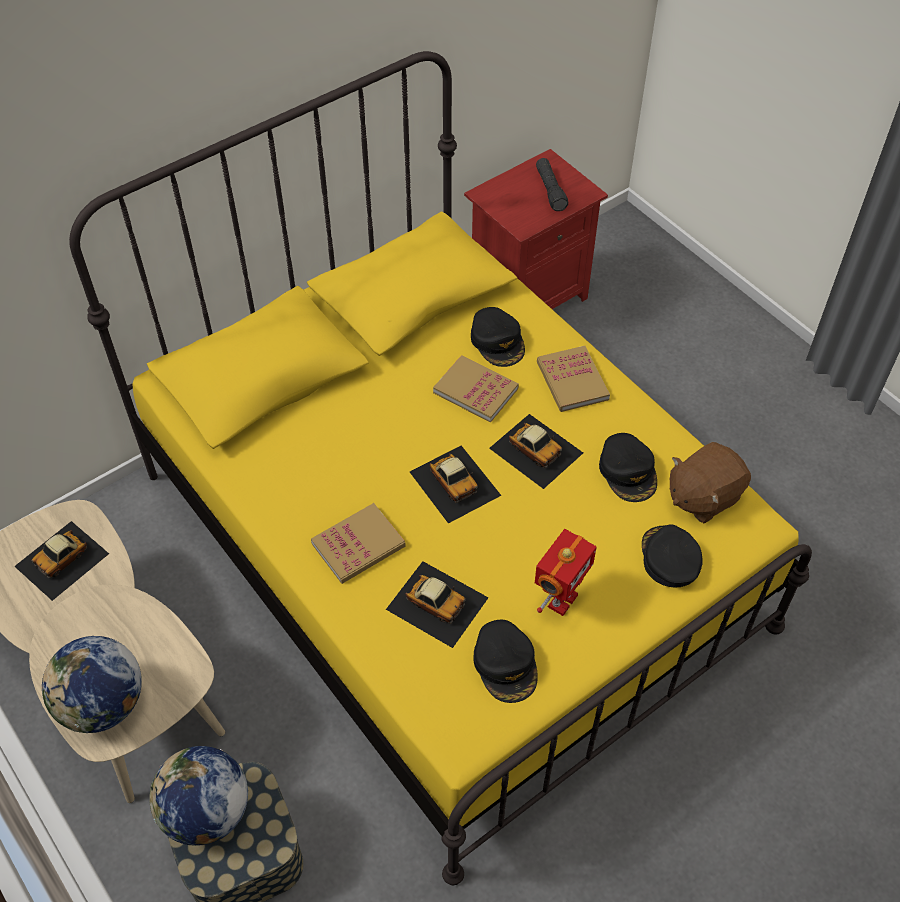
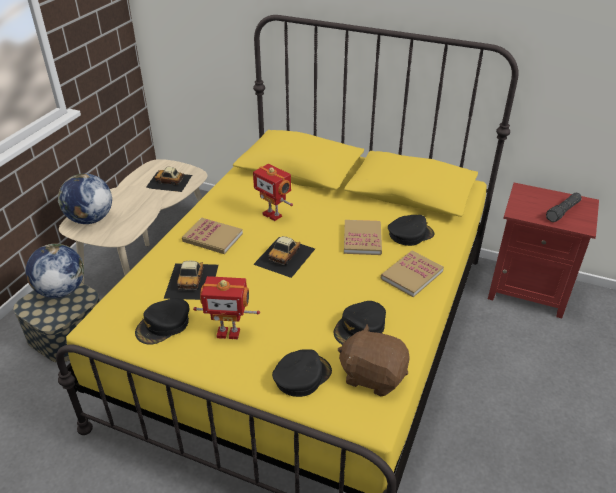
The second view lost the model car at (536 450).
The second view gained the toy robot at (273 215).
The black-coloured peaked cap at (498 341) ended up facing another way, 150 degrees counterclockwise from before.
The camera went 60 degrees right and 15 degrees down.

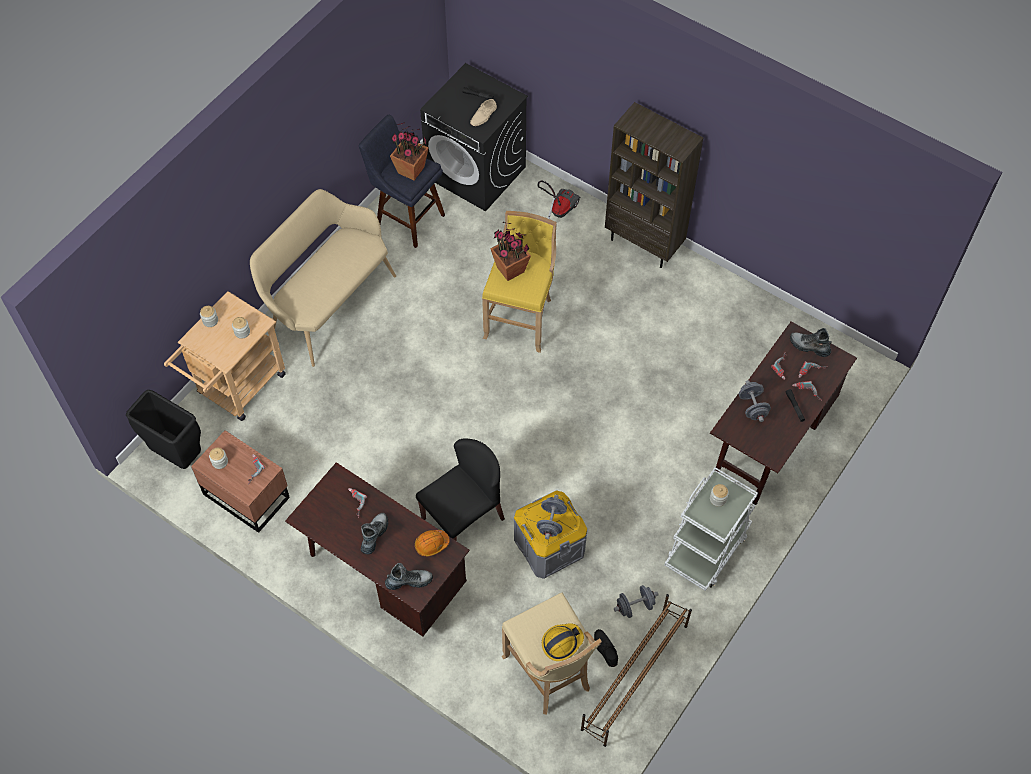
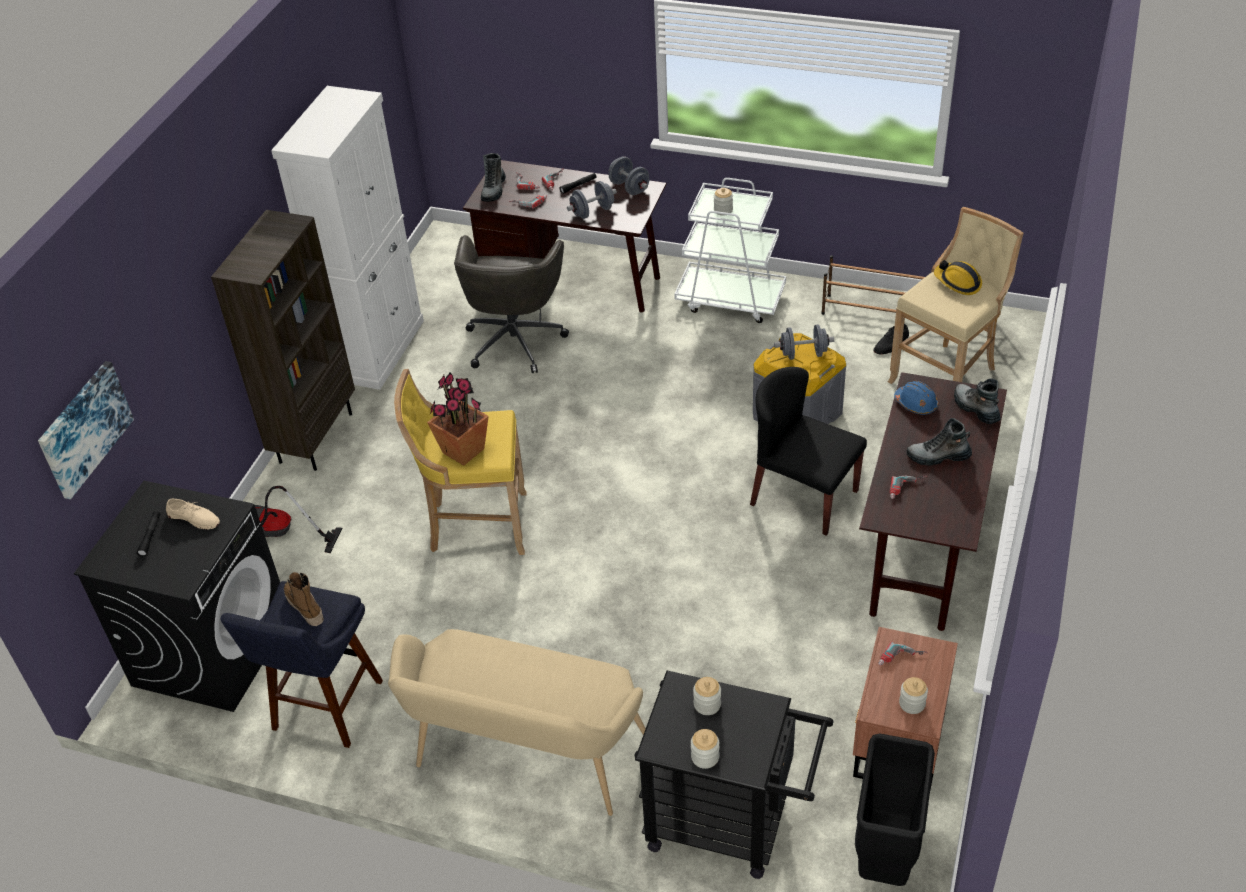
The second view gained the picture at (84 428).
The second view gained the white-coloured cupboard at (378 349).
The second view gained the greyish desk chair at (515 339).
The greyish dumbbell ended up elsewhere, having gone from (635 606) to (629 188).
Where the plant in a pot stood at (411 170), the high-top boot came to stand at (304 607).
What was the beige-coloured cart at (236 389) turned into the black-coloured cart at (730 824).
What was the orangey work helmet at (431 544) turned into the bluish work helmet at (916 404).
The camera went 105 degrees left and 15 degrees down.

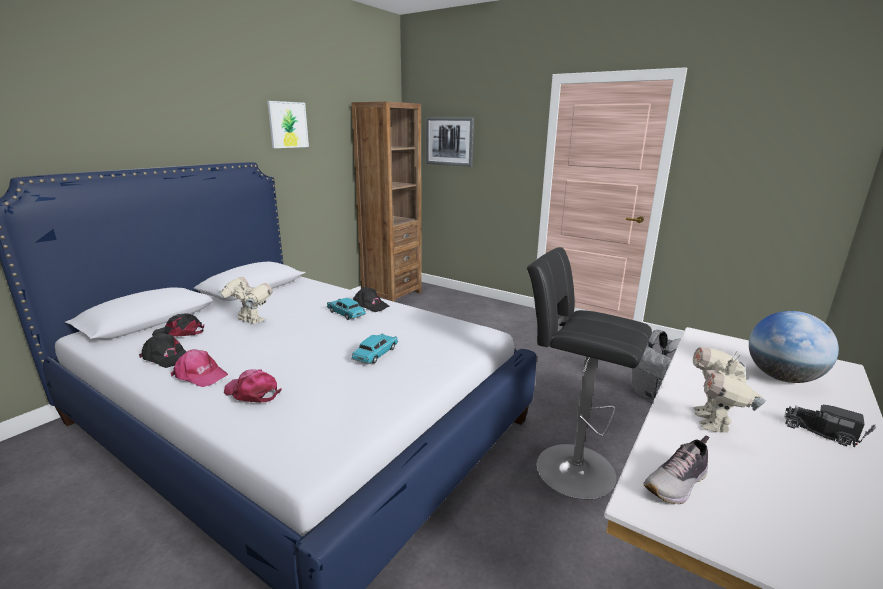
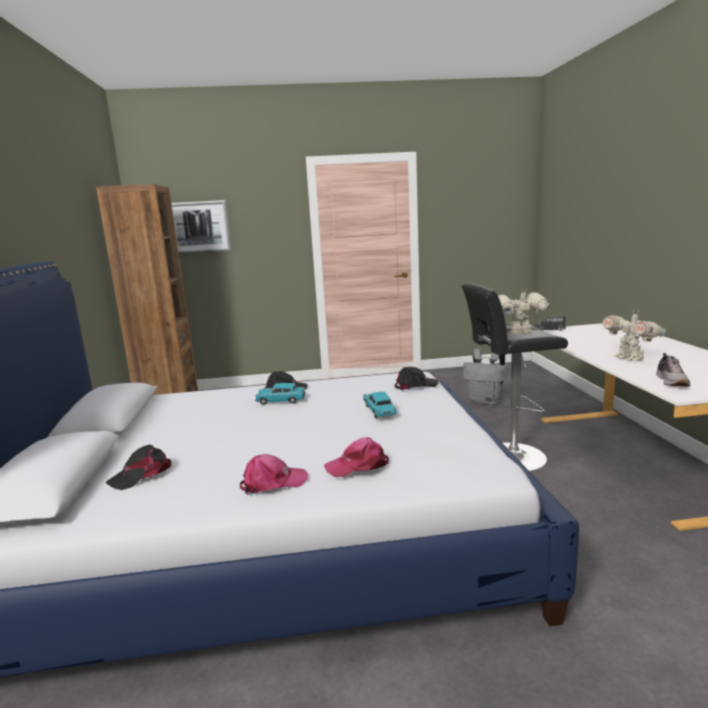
The second view lost the picture at (288 125).
The second view lost the world globe at (782 377).
The black-coloured peaked cap ended up elsewhere, having gone from (166 357) to (415 385).
The toy robot ended up elsewhere, having gone from (250 321) to (520 334).
The toy truck ended up elsewhere, having gone from (823 432) to (551 329).
The camera went 40 degrees left and 5 degrees down.

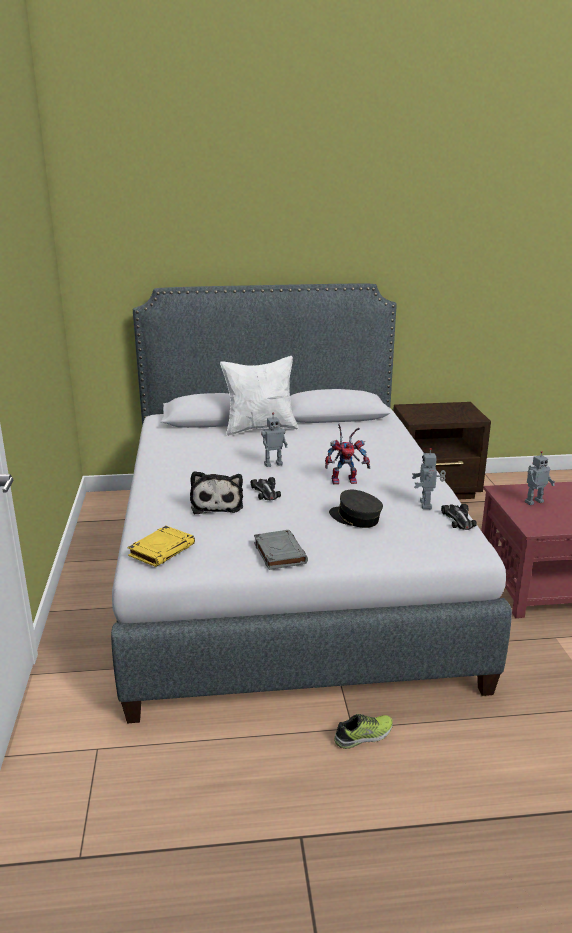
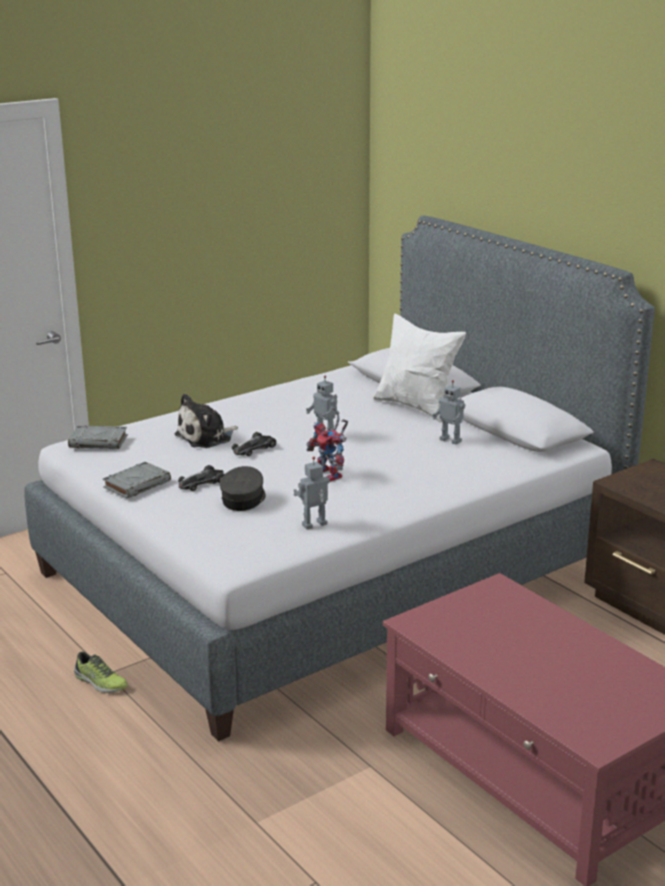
The model car ended up elsewhere, having gone from (458 519) to (202 482).
The toy robot ended up elsewhere, having gone from (533 501) to (451 440).
What was the yellowish volume at (162 550) turned into the greyish volume at (99 441).
The camera went 60 degrees right and 0 degrees up.

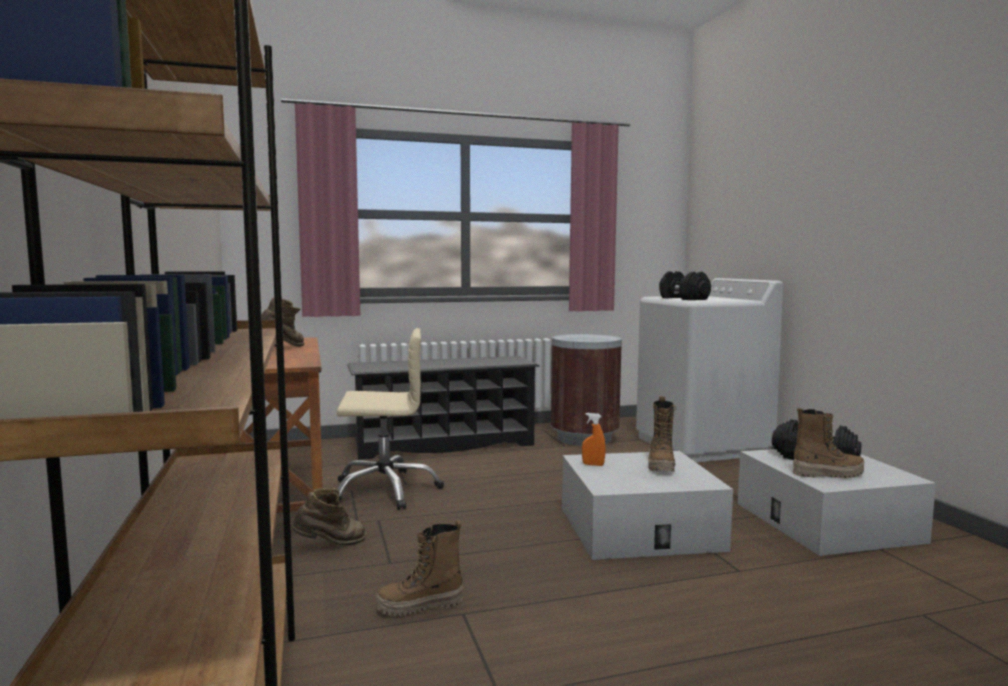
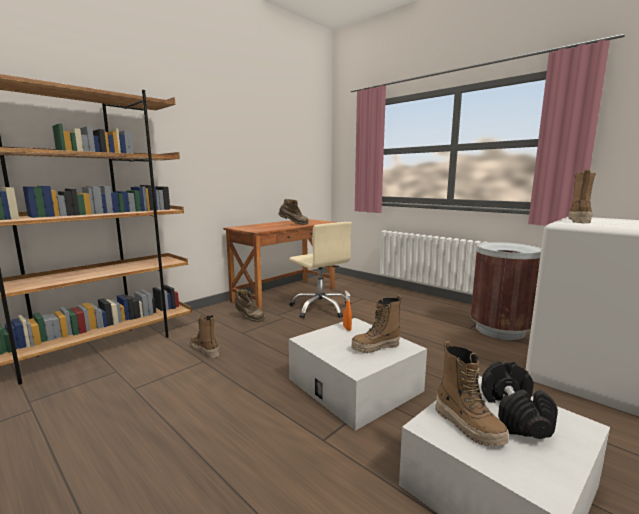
The second view lost the black-coloured shoe stand at (443 444).
Where the black-coloured dumbbell stood at (683 299), the high-top boot came to stand at (578 220).
The camera went 60 degrees right and 5 degrees up.

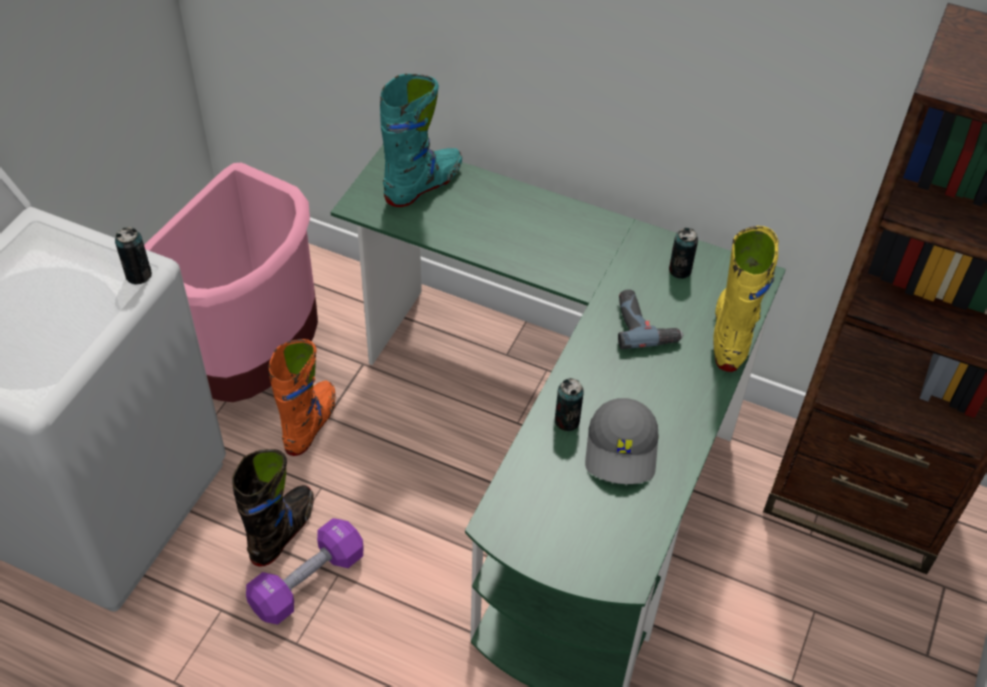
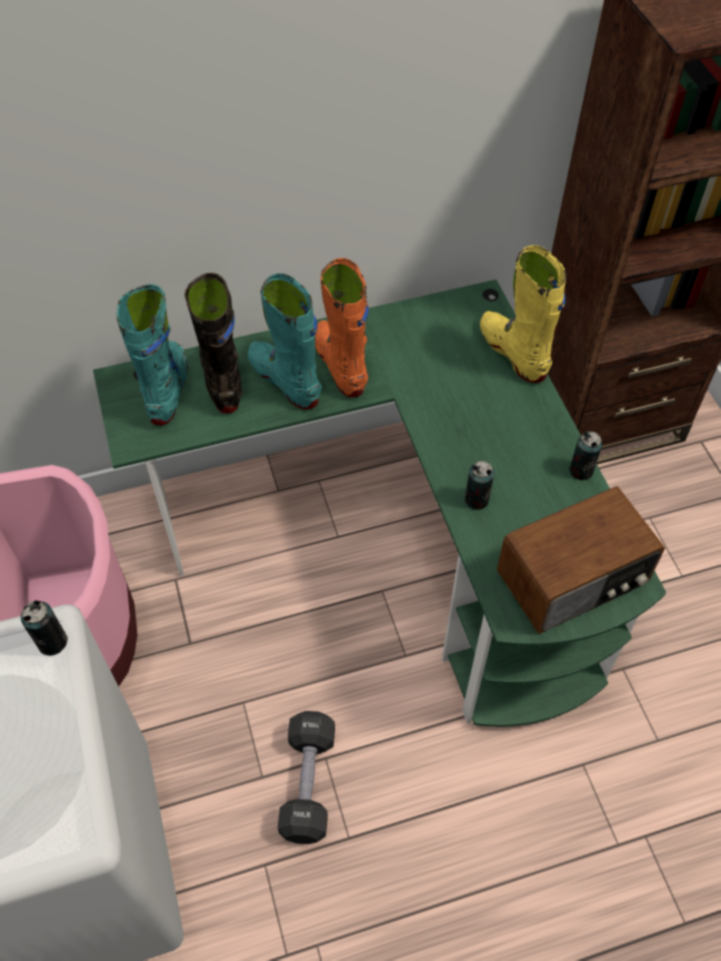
The second view lost the greyish peaked cap at (623 450).
The second view lost the power drill at (644 324).
The second view gained the blue-green high-top boot at (285 381).
The second view gained the radio set at (573 579).
The black-coloured high-top boot ended up elsewhere, having gone from (283 531) to (222 379).
The orangey high-top boot ended up elsewhere, having gone from (310 424) to (340 365).
The metal can ended up elsewhere, having gone from (680 270) to (581 471).
What was the purple dumbbell at (307 581) turned into the black-coloured dumbbell at (308 783).
The camera went 40 degrees left and 5 degrees up.

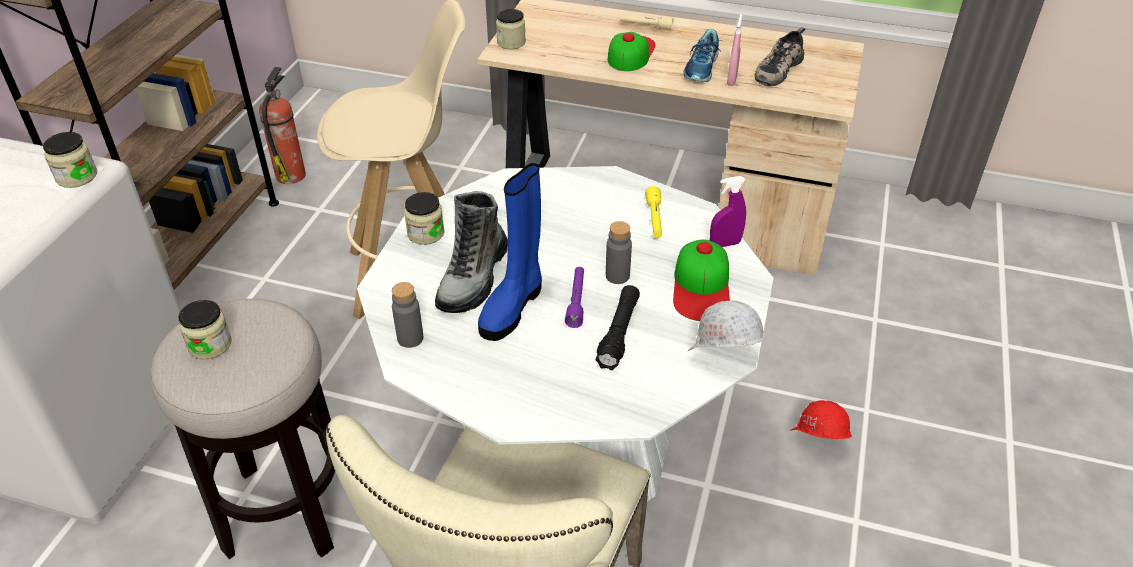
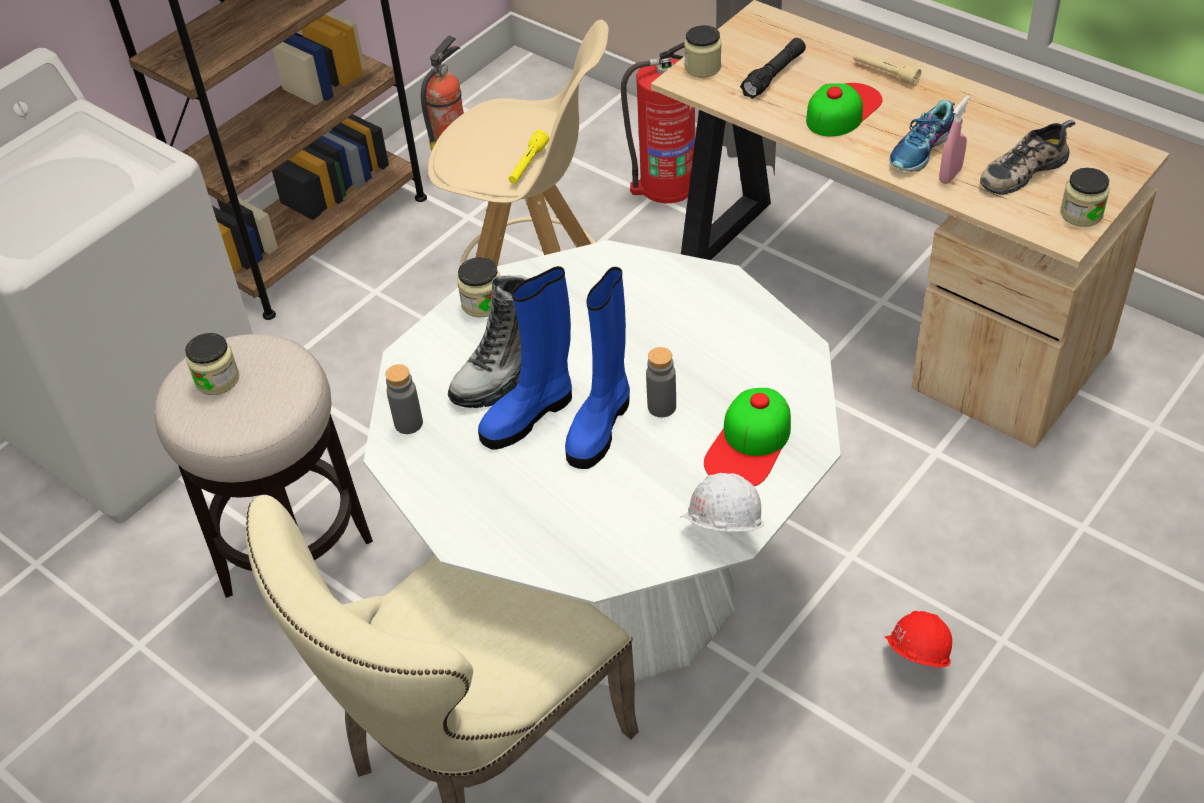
The second view lost the purple sprayer at (725 244).
The second view gained the fire-fighting cylinder at (666 185).
The jar ended up elsewhere, having gone from (76 176) to (1081 214).
The black-coloured hand torch ended up elsewhere, having gone from (619 333) to (774 75).
The yellowish hand torch ended up elsewhere, having gone from (654 219) to (528 165).
Where the purple hand torch stood at (576 301), the bluish high-top boot came to stand at (600 426).
The camera went 25 degrees right and 5 degrees up.

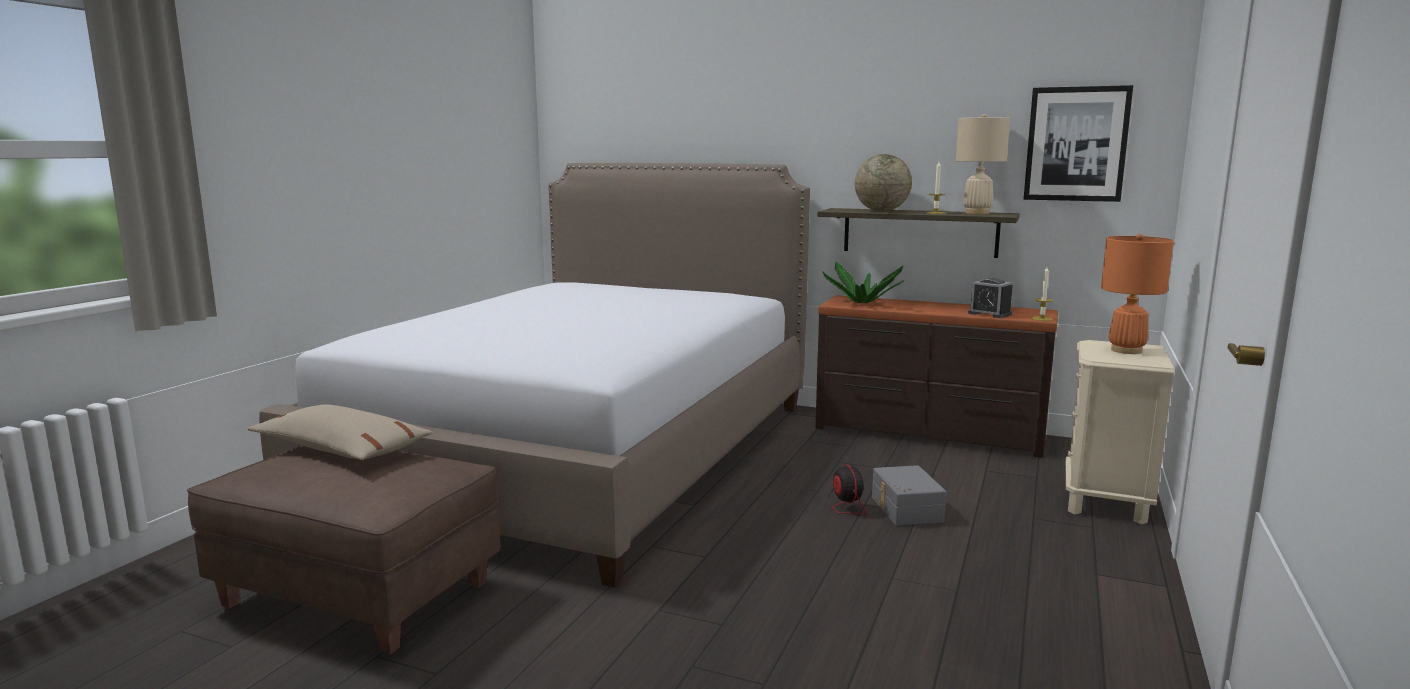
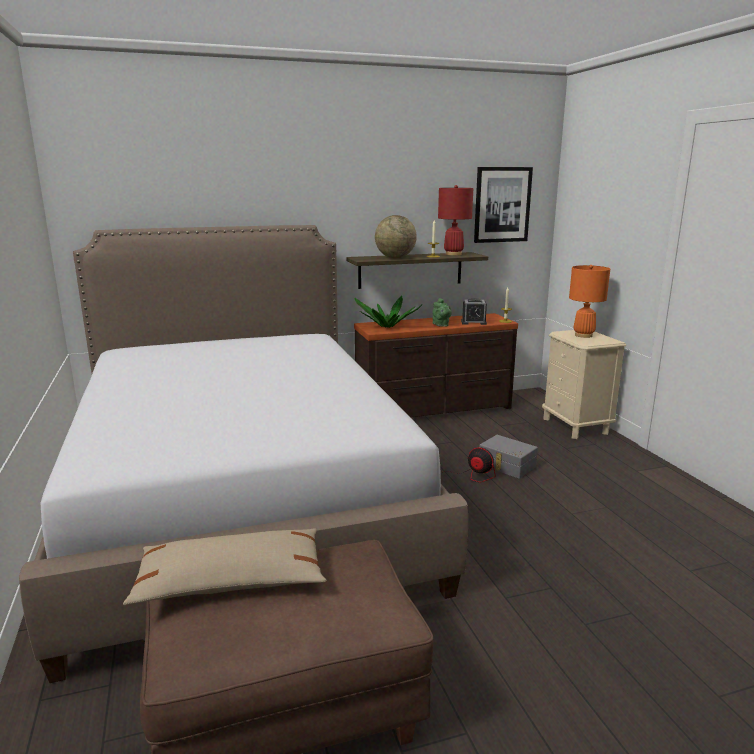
The second view gained the green pot for tea at (441 325).
What was the beige-coloured table lamp at (977 213) turned into the red table lamp at (453 254).
The camera went 40 degrees left and 5 degrees up.

